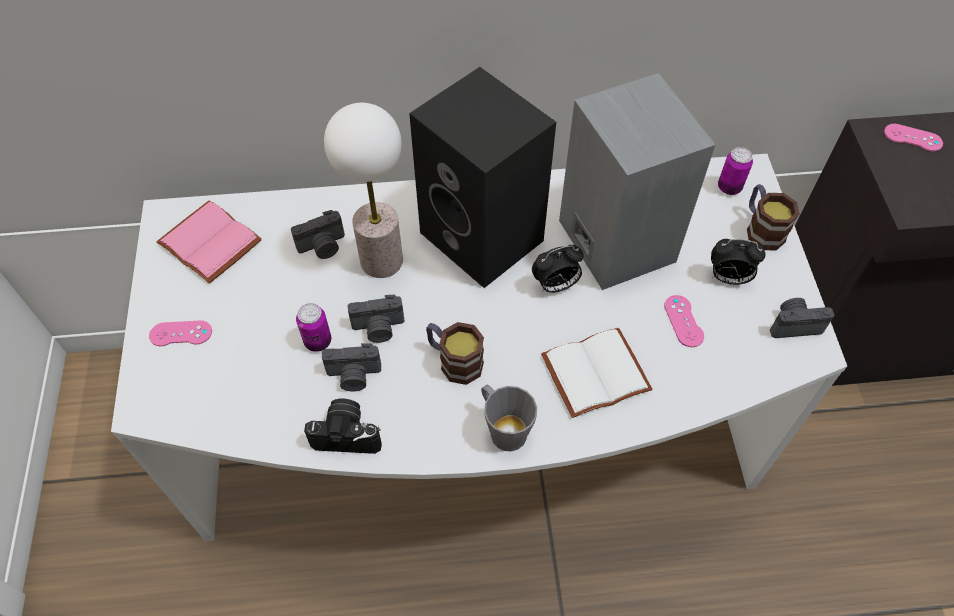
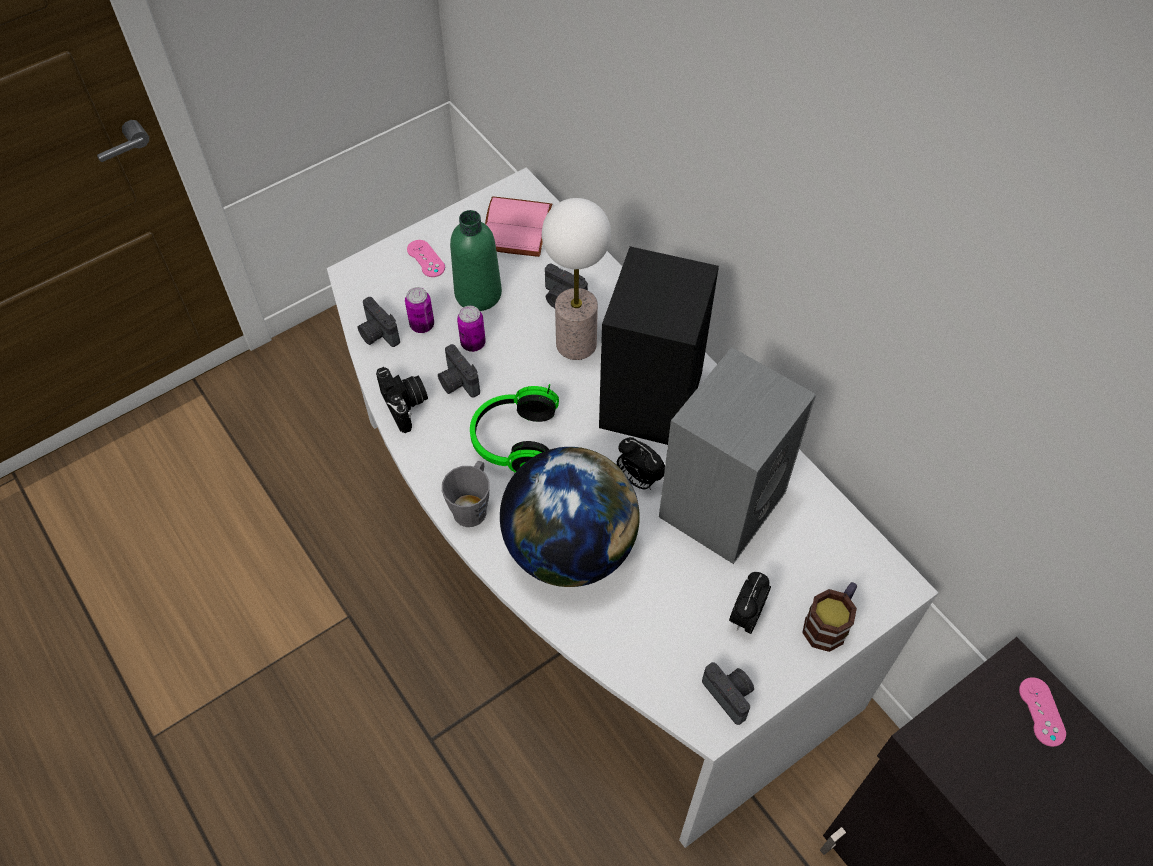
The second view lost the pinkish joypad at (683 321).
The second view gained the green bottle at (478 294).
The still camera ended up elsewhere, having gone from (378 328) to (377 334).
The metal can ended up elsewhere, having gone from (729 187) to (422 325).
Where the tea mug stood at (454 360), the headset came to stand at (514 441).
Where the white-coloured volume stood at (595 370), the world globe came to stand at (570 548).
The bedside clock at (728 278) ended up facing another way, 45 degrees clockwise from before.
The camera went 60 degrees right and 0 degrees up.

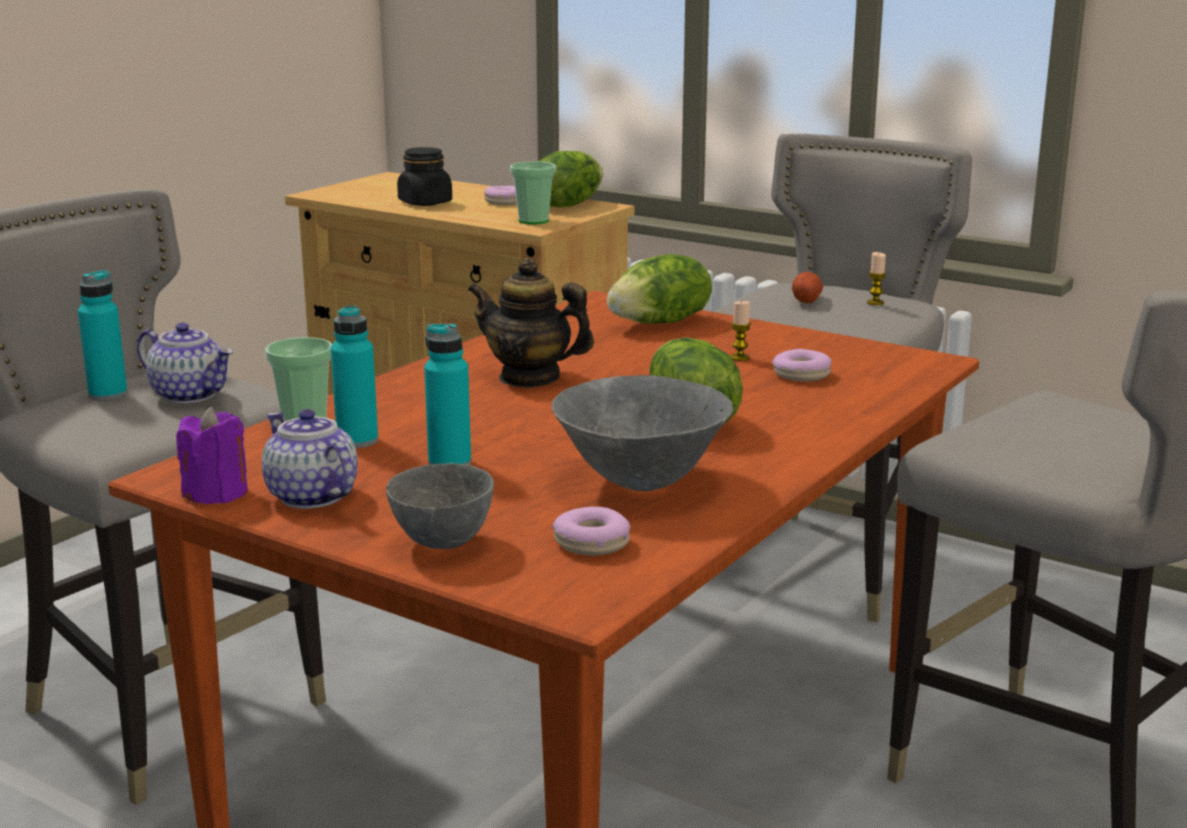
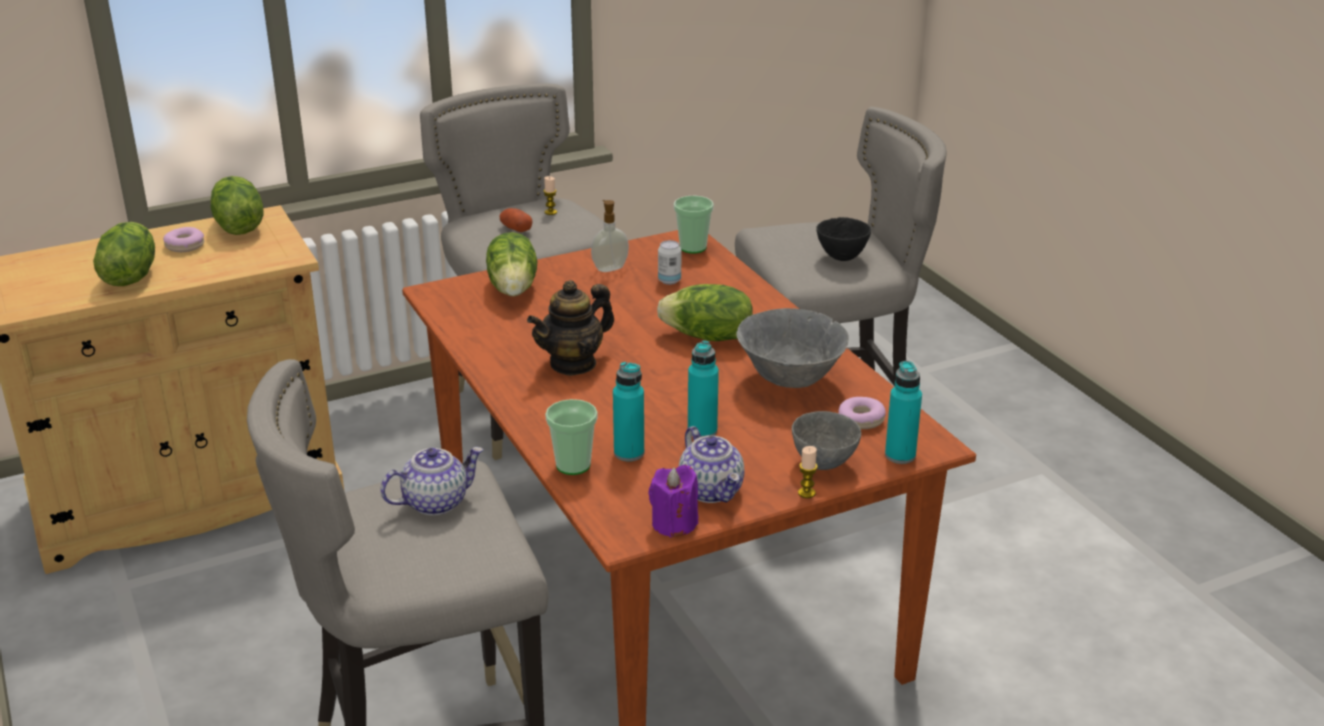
The second view gained the liquid soap bottle at (609 268).
The second view gained the black-coloured serving bowl at (842 257).
The blue-green bottle ended up elsewhere, having gone from (108 394) to (900 455).
The small cup ended up elsewhere, having gone from (533 221) to (693 247).
The wax candle ended up elsewhere, having gone from (739 358) to (806 493).
Where the black-coloured jar stood at (425 203), the lettuce head came to stand at (130 276).
Where the doughnut stood at (801 375), the metal can came to stand at (669 280).
The pot for tea at (310 496) ended up facing another way, 105 degrees counterclockwise from before.
The camera went 60 degrees left and 10 degrees up.

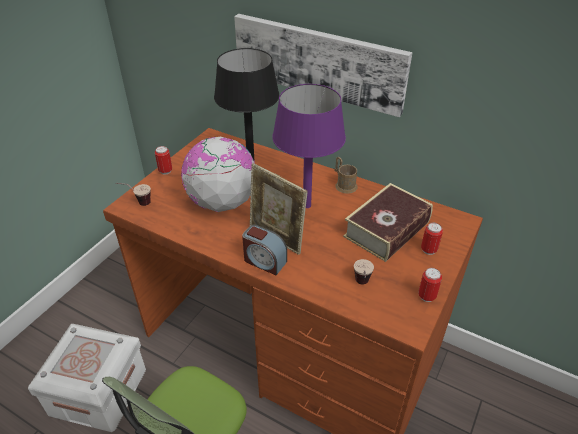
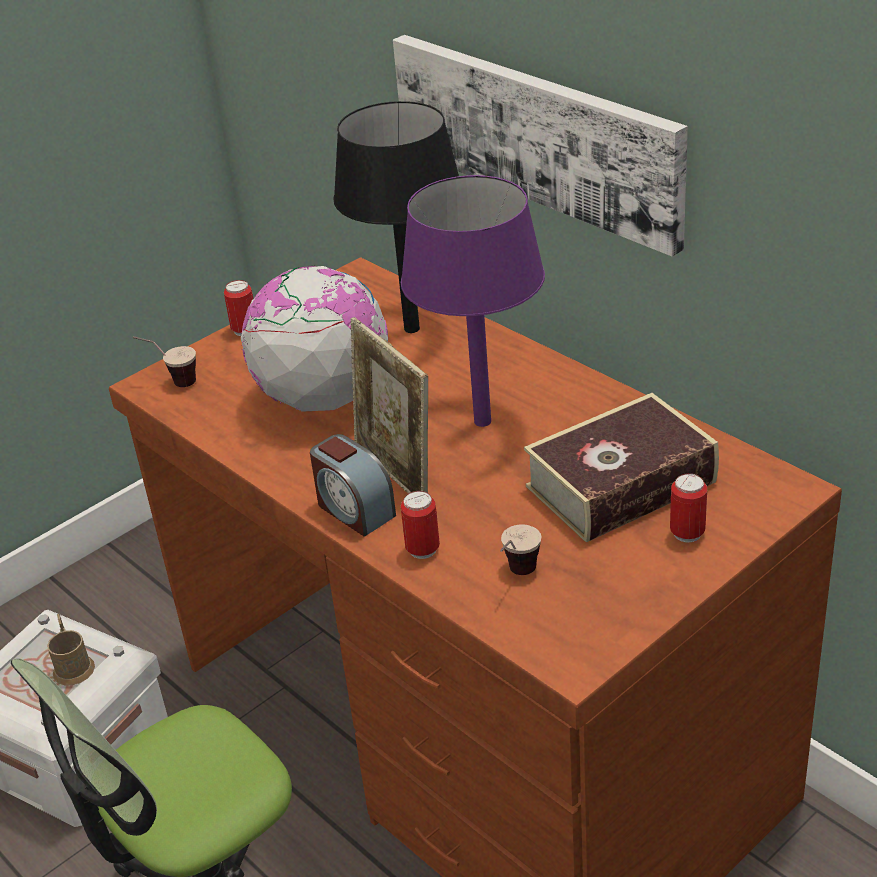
The brown tea mug ended up elsewhere, having gone from (344 184) to (72 665).
The metal can ended up elsewhere, having gone from (426 296) to (422 550).
The camera went 20 degrees right and 5 degrees down.

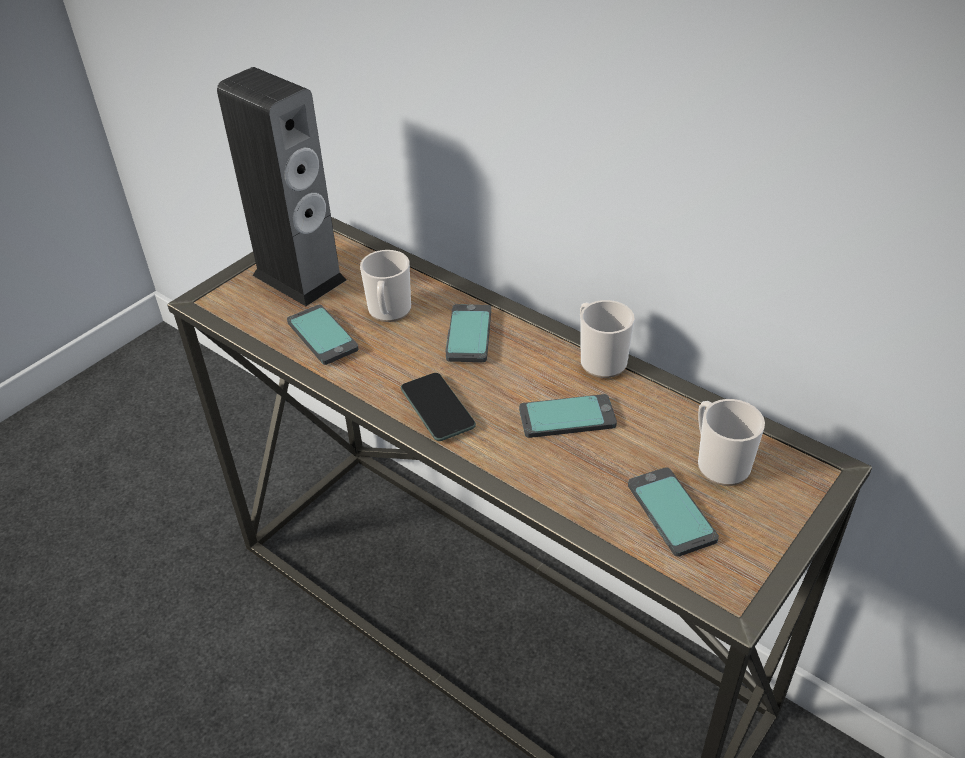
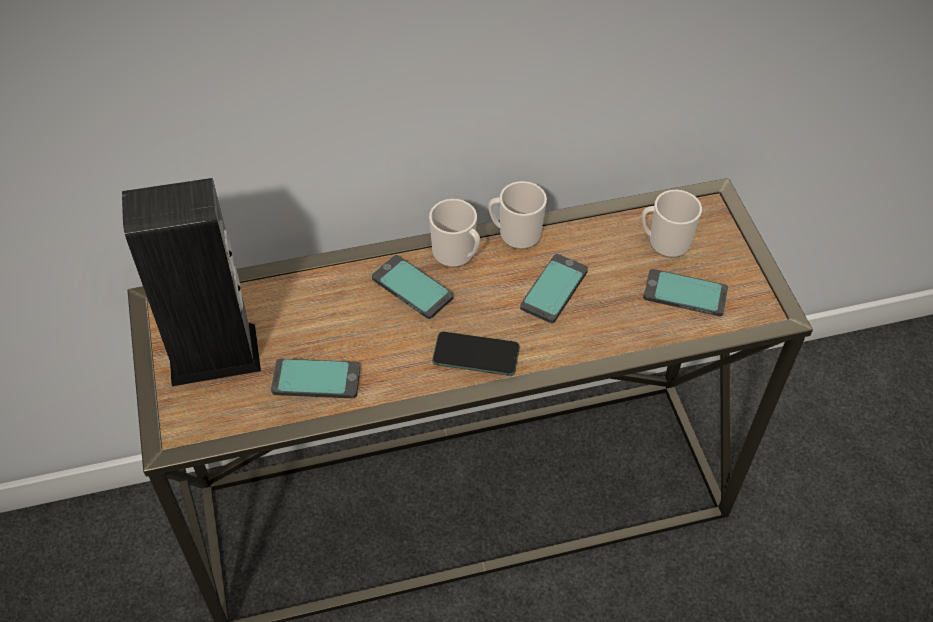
The tea mug ended up elsewhere, having gone from (389 312) to (457 255).
The camera went 55 degrees left and 10 degrees up.

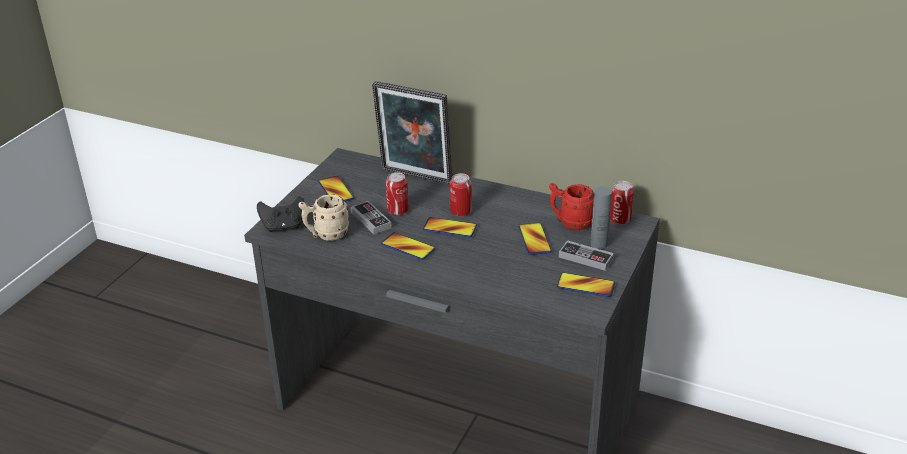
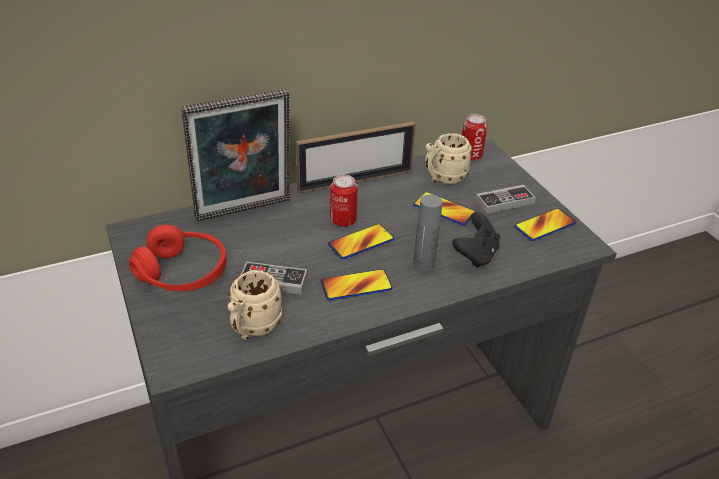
The second view lost the metal can at (398 210).
The second view gained the photo frame at (355 180).
The black-coloured joypad ended up elsewhere, having gone from (283 226) to (475 255).
The greyish bottle ended up elsewhere, having gone from (599 244) to (424 263).
Where the handset stood at (335 191), the red headset came to stand at (182 272).
What was the red tea mug at (570 222) turned into the beige-coloured tea mug at (443 178).
The camera went 50 degrees left and 5 degrees up.

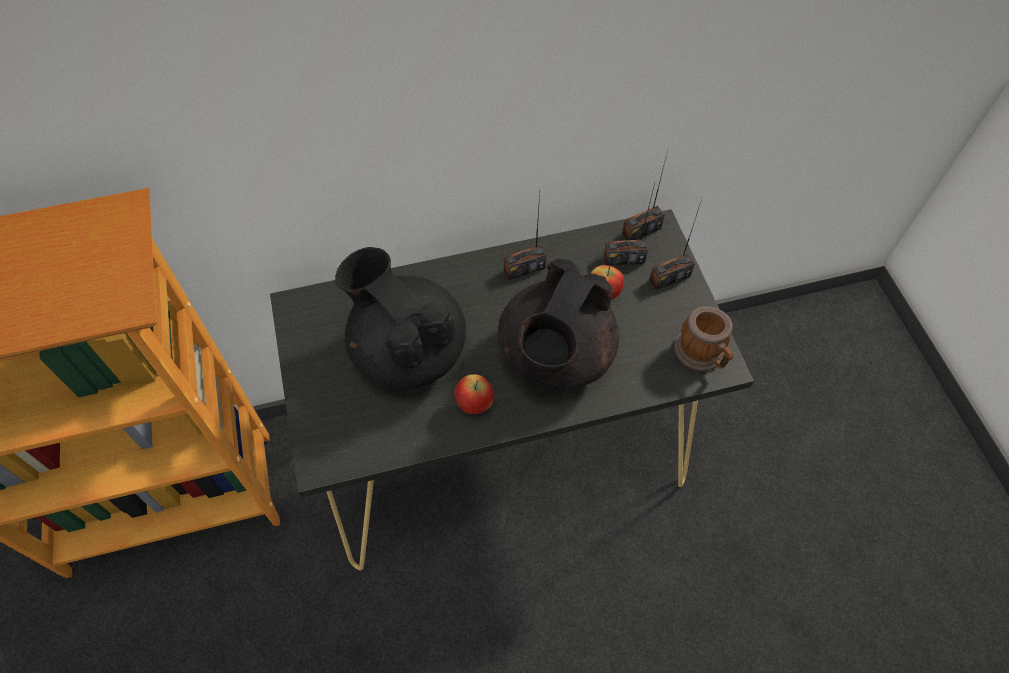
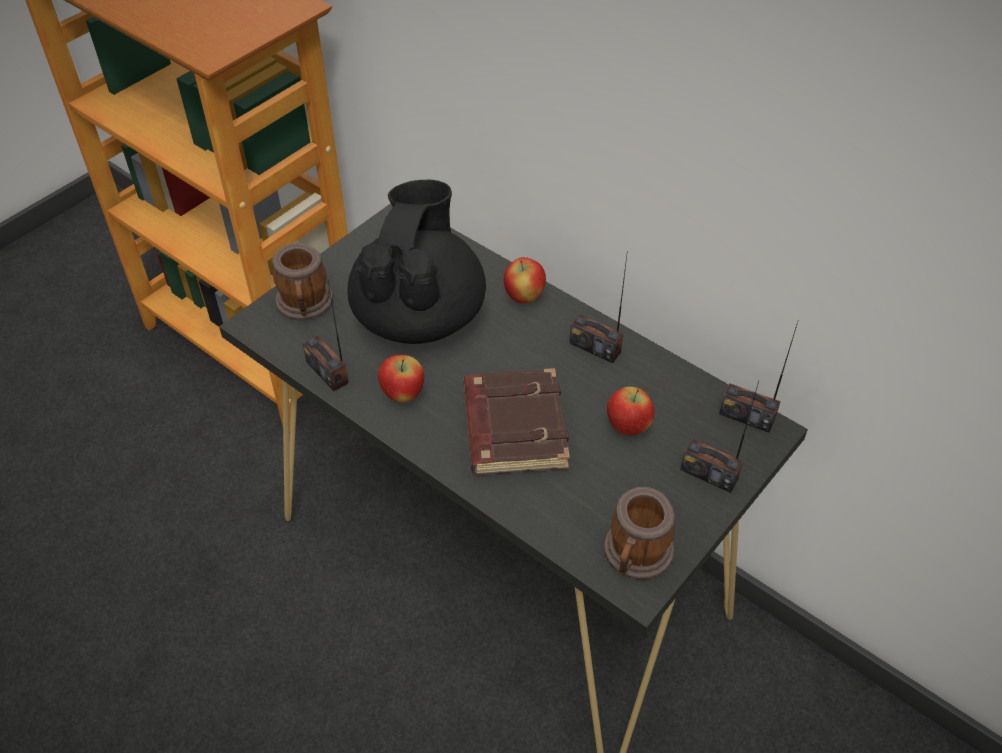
The second view gained the tea mug at (305 306).
The second view gained the apple at (524 297).
The radio set ended up elsewhere, having gone from (624 258) to (327 372).
Where the black-coloured pot for tea stood at (555 356), the brown volume came to stand at (512 427).
The camera went 55 degrees right and 10 degrees down.

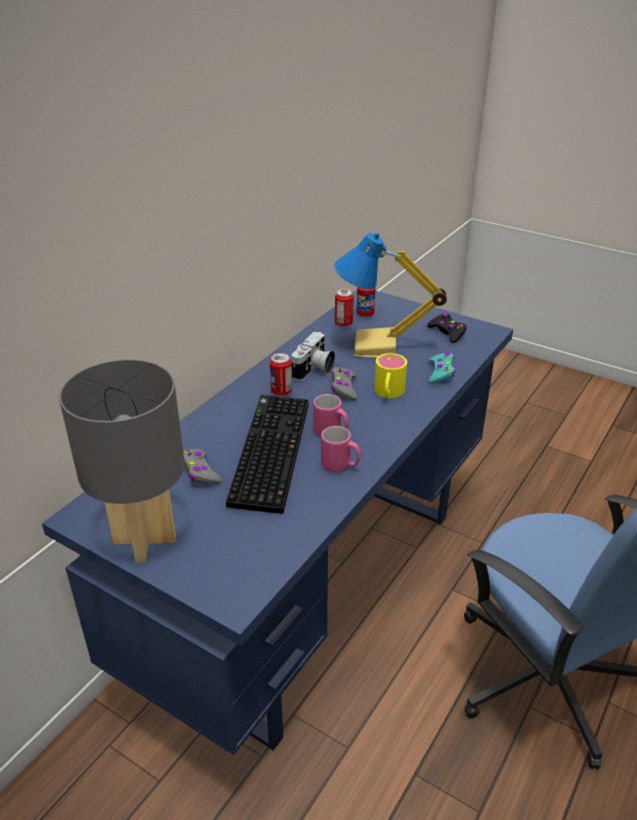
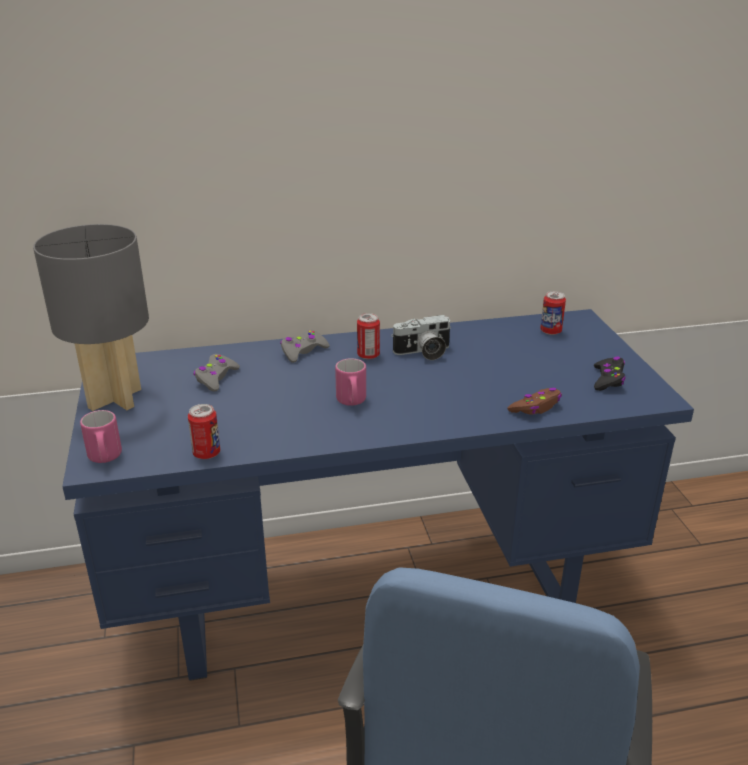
The second view lost the keyboard at (268 451).
The second view lost the table lamp at (376 348).
The second view lost the yellowish tea mug at (388 393).
The pinkish tea mug ended up elsewhere, having gone from (340 466) to (105 458).
The greyish joypad ended up elsewhere, having gone from (343 388) to (303 351).
The metal can ended up elsewhere, having gone from (343 323) to (206 453).
What was the blue-green joypad at (441 372) turned into the brown joypad at (536 407).
The camera went 45 degrees right and 5 degrees down.

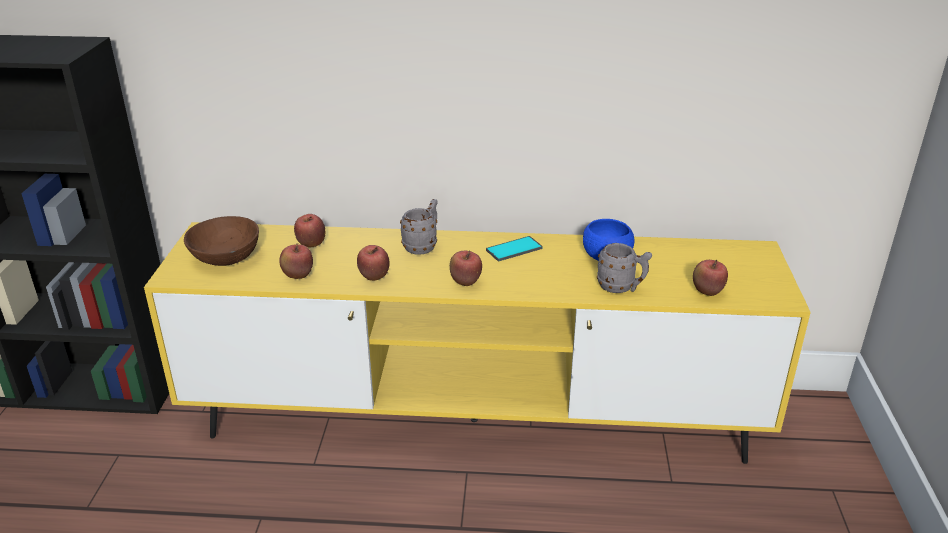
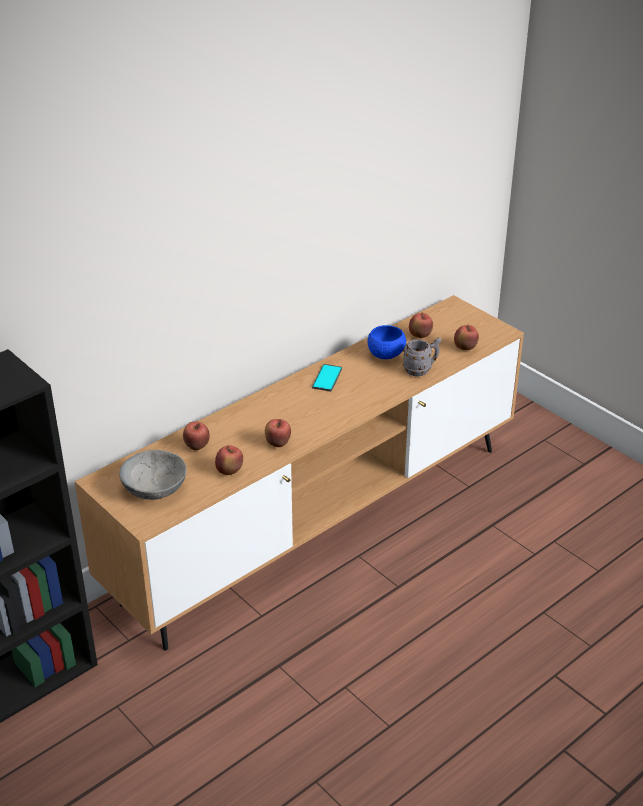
The second view lost the greyish tea mug at (423 246).
The apple ended up elsewhere, having gone from (465 283) to (420 336).
What was the yellowish tv unit at (474 420) turned into the brown tv unit at (319 524).
What was the brown serving bowl at (226 256) turned into the greyish serving bowl at (154 488).
The camera went 45 degrees left and 5 degrees up.

